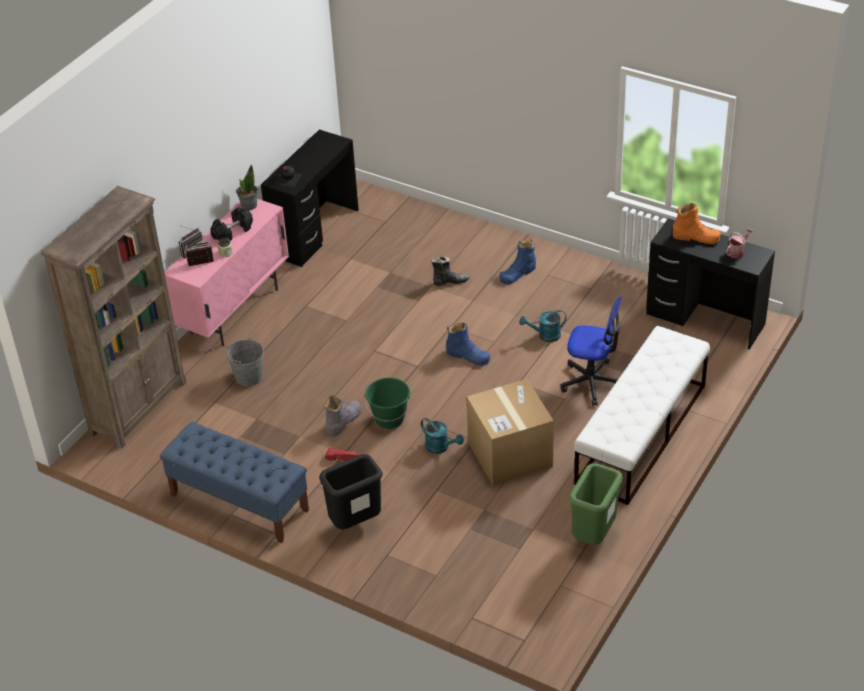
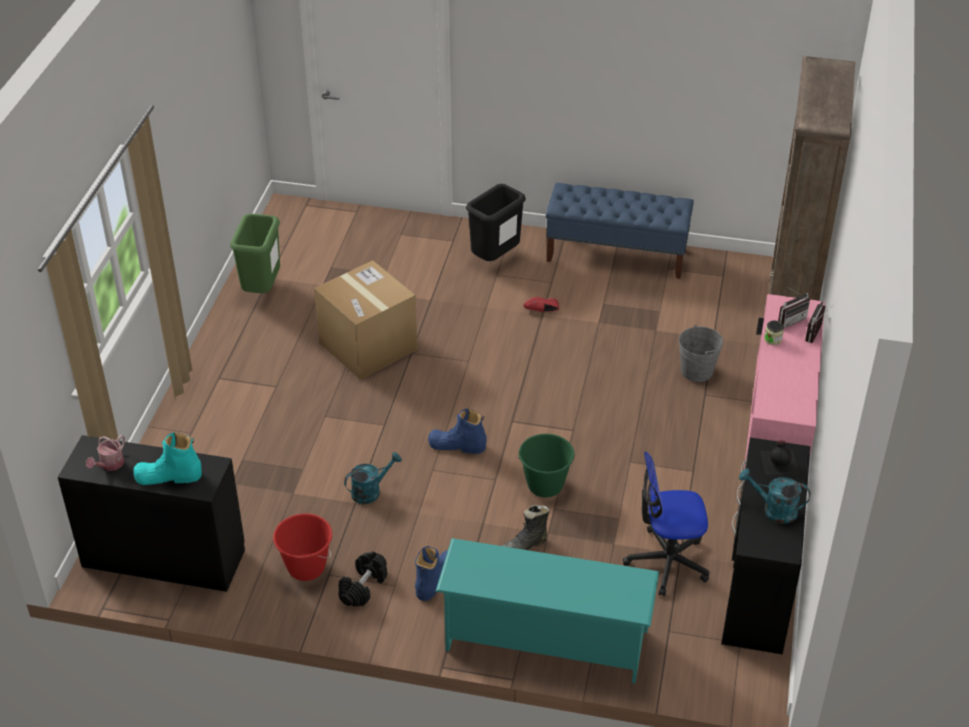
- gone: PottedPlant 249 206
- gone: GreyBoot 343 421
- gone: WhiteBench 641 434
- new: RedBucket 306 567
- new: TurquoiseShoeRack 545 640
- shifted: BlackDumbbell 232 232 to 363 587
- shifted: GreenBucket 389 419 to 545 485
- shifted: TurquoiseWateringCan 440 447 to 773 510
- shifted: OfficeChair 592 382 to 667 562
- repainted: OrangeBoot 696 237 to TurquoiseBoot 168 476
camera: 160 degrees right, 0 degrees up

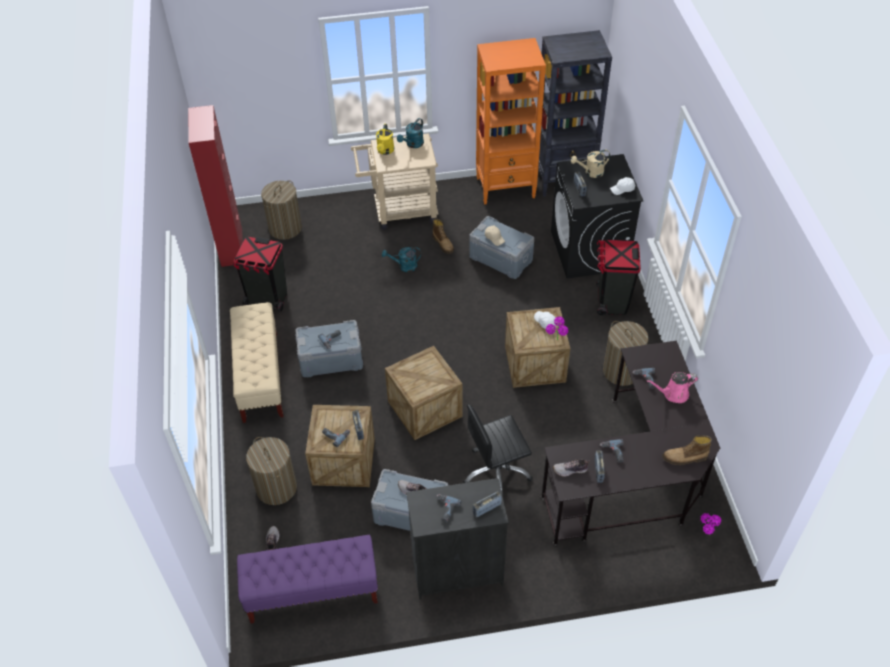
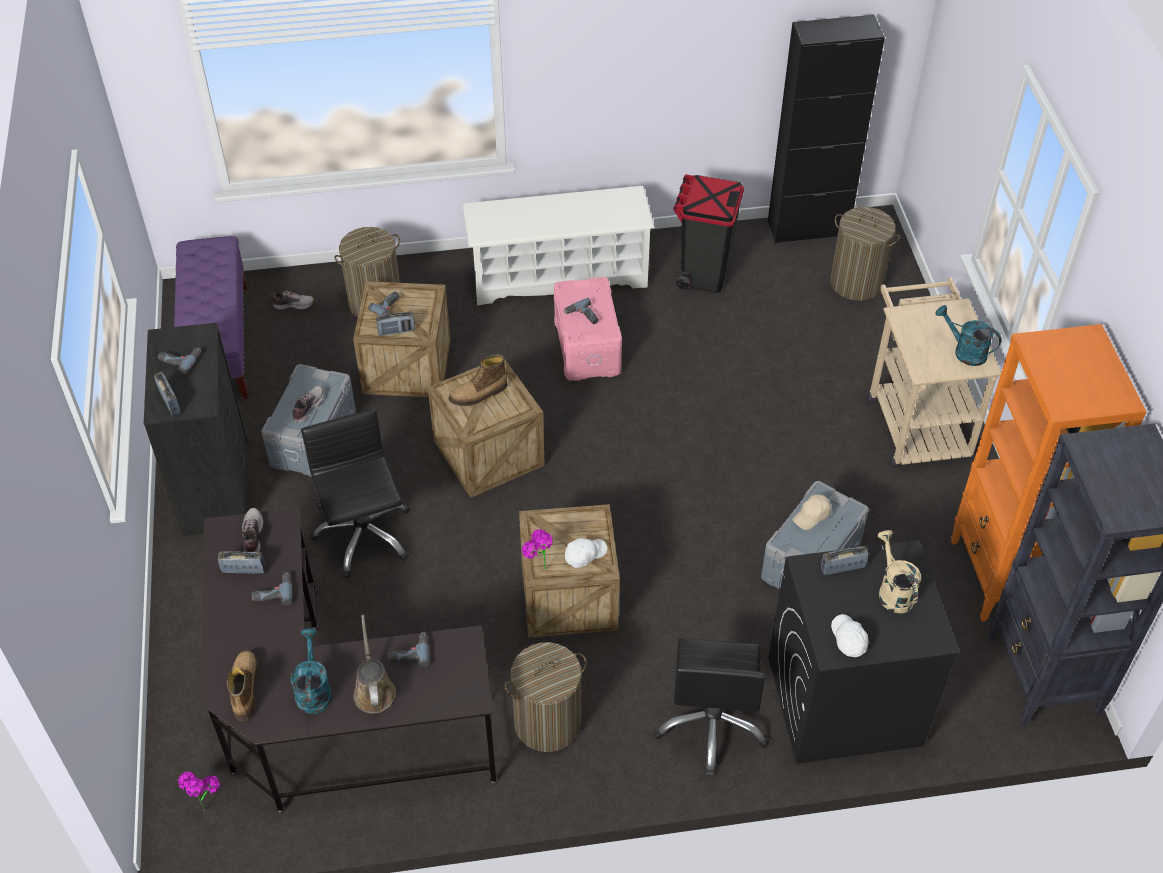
- gone: YellowWateringCan 385 151
- shifted: TurquoiseWateringCan 404 266 to 313 690
- shifted: Boot 443 244 to 479 394
- swapped: BeigeBench 260 377 to WhiteShoeRack 559 275
- swapped: BlackTrashCan 611 302 to BlackOfficeChair 712 725
- repainted: RedCabinet 231 247 to BlackCabinet 808 228
- repainted: GreyStorageBox 331 360 to PinkStorageBox 586 346
- repainted: PinkWateringCan 673 394 to BrownWateringCan 374 690
camera: 90 degrees right, 0 degrees up

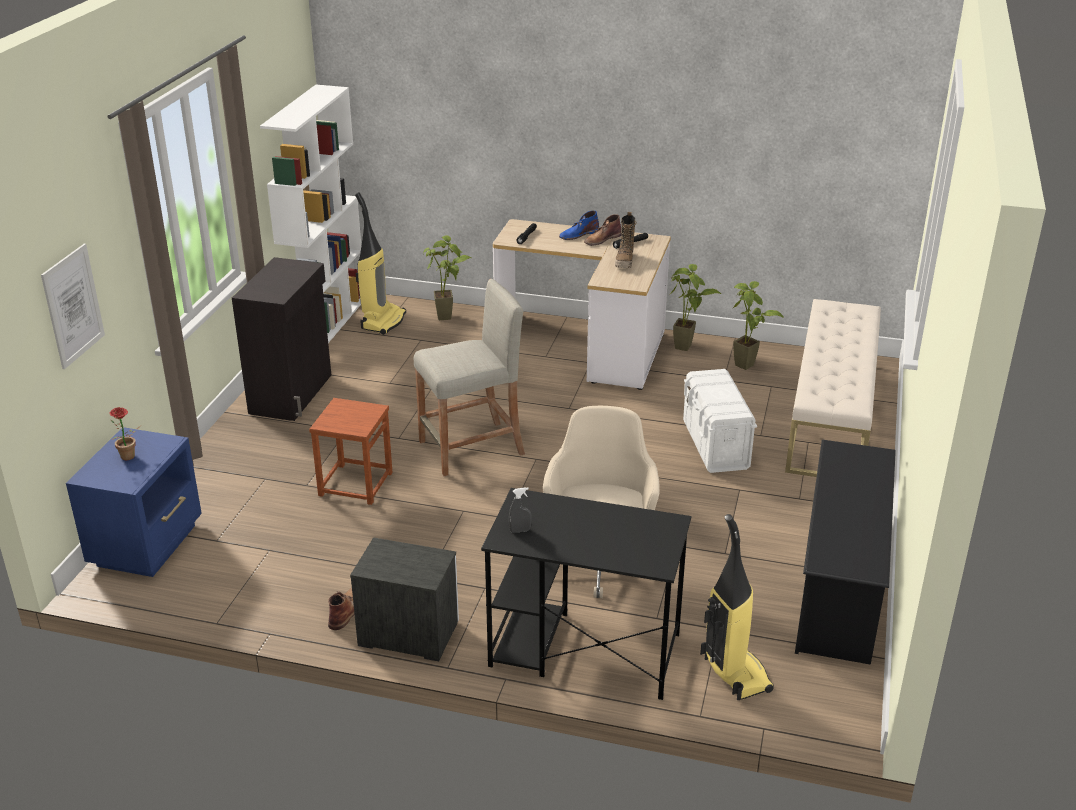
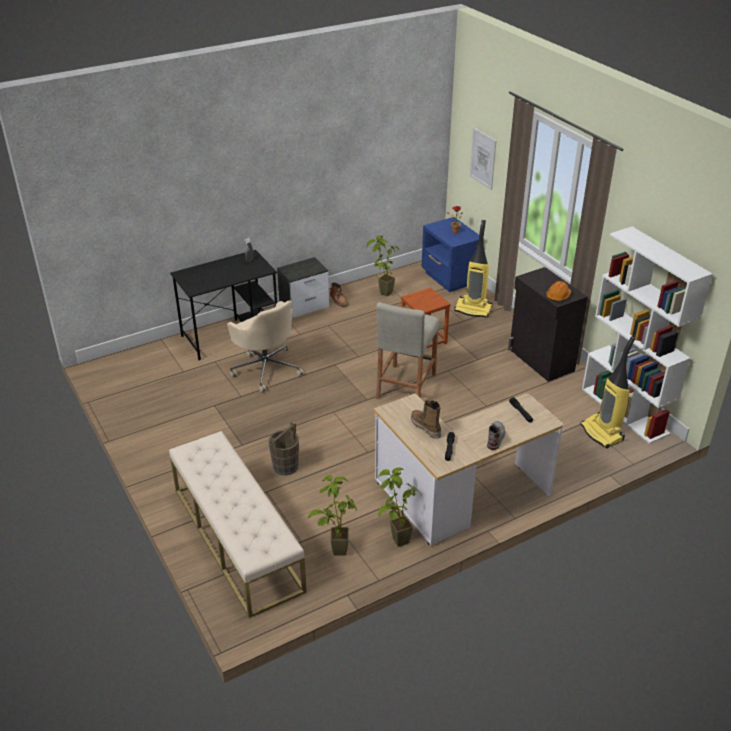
- gone: BrownBoot 602 239
- gone: BlackShoeRack 839 588
- new: OrangeHardHat 558 296
- shifted: PottedPlant 451 318 to 382 295
- shifted: VacuumCleaner 733 673 to 473 309
- swapped: WhiteStorageBox 715 445 to BrownBucket 285 466
- repainted: BlueBoot 578 234 to GreyBoot 495 436
camera: 135 degrees right, 5 degrees up

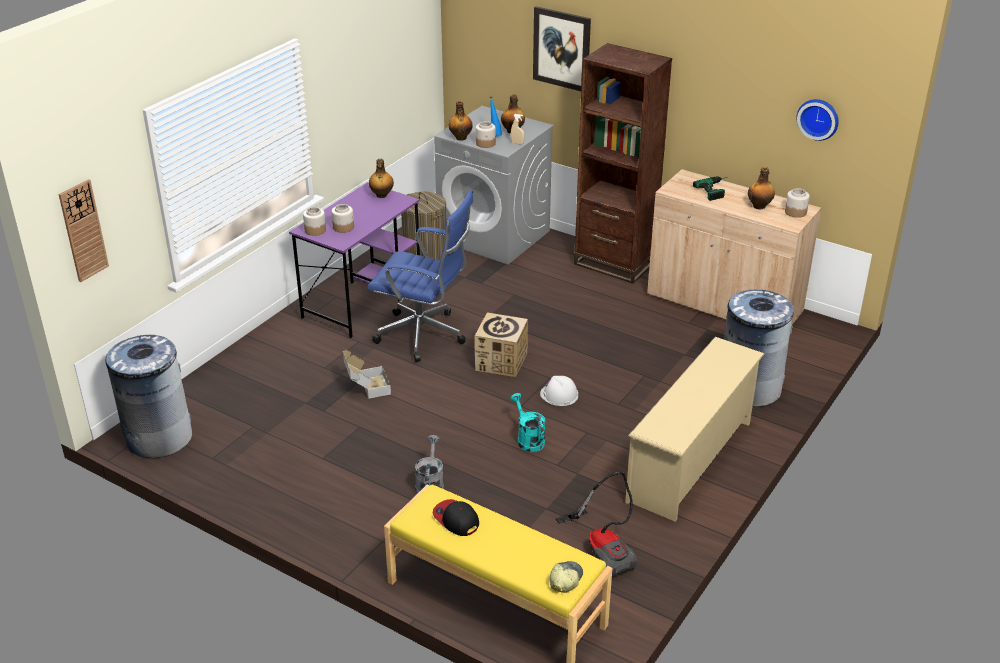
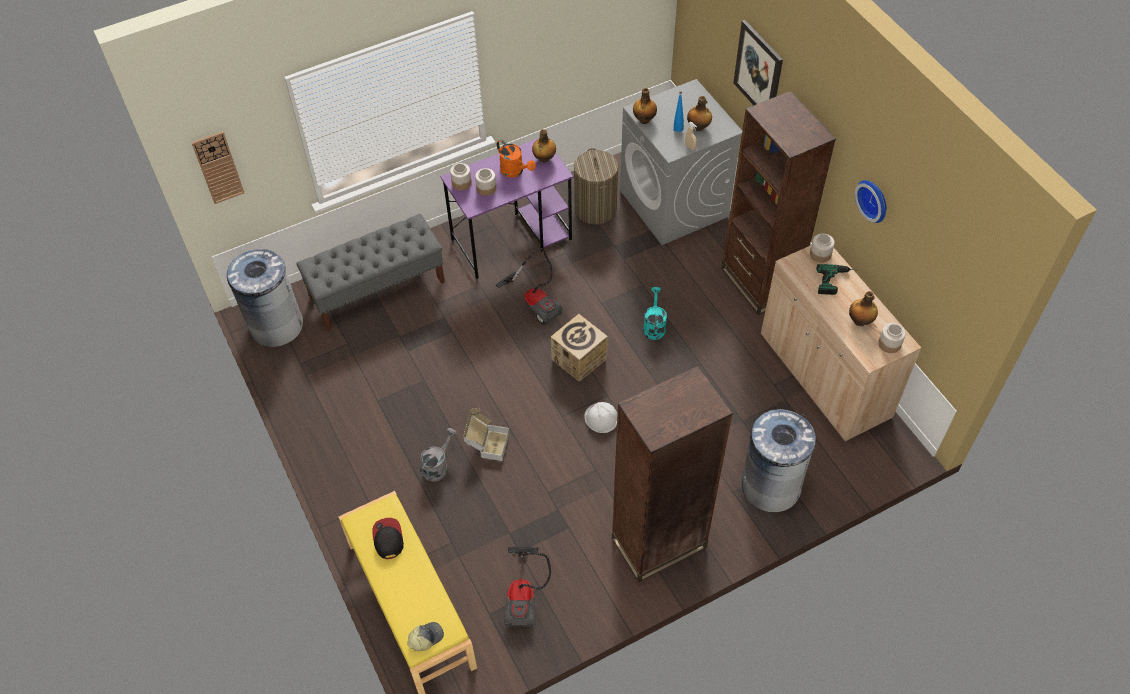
- new: GreyBench 377 290
- new: OrangeWateringCan 515 171
- shifted: CardboardBox 366 388 to 486 444
- shifted: Jar 485 143 to 820 254
- shifted: TurquoiseWateringCan 528 439 to 654 326
- shifted: WallClock 818 118 to 874 200
- swapped: BlueOfficeChair 425 336 to VacuumCleaner 536 302
- swapped: BeigeShoeRack 691 462 to BrownBookcase 658 542
camera: 30 degrees right, 20 degrees up

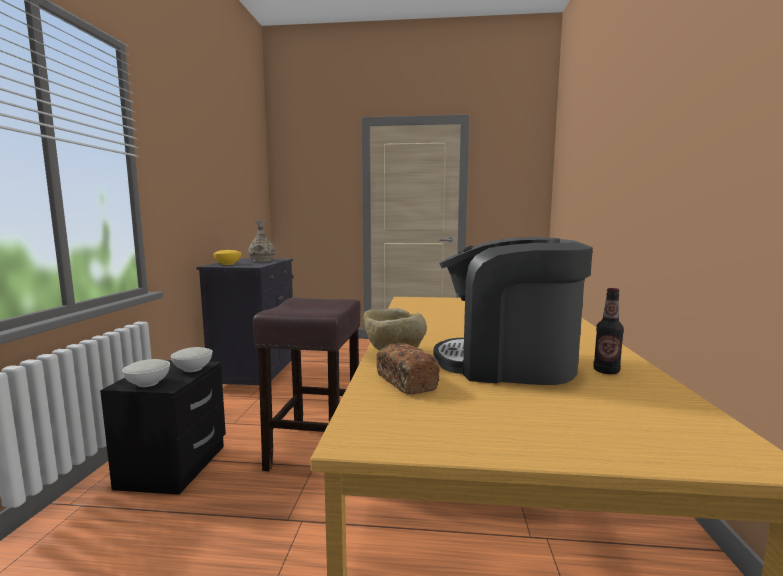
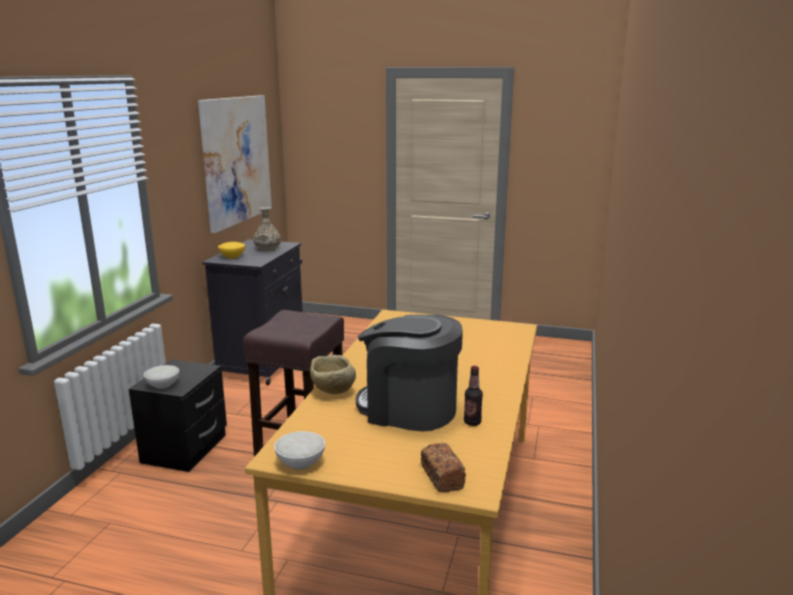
- new: Picture 236 160
- shifted: WhiteBowl 192 369 to 300 463
- shifted: Bread 405 382 to 441 477
camera: 10 degrees right, 10 degrees up

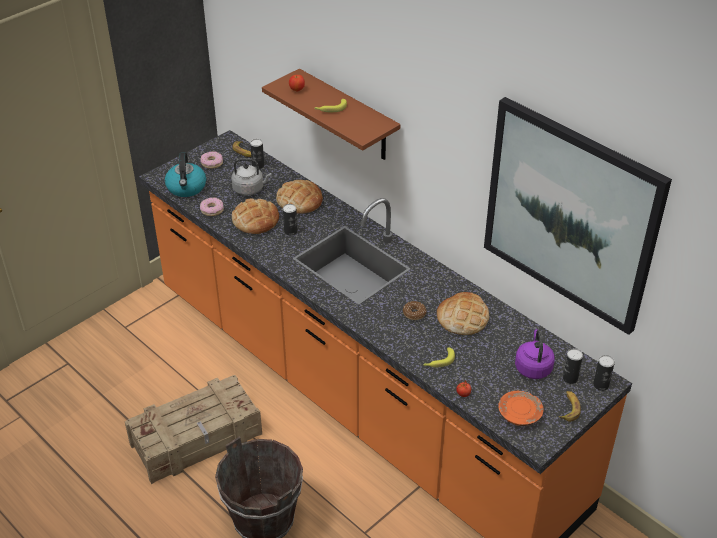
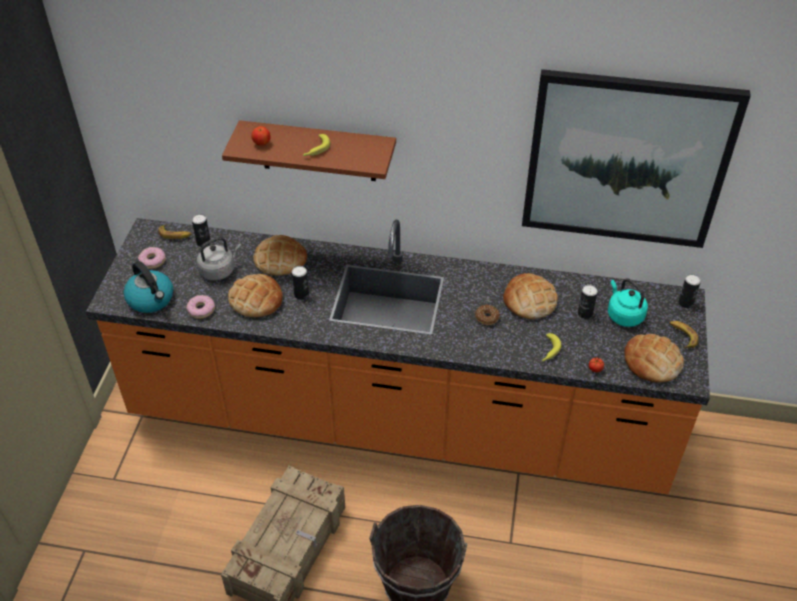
- shifted: Can 570 378 to 585 313
- swapped: OrangePlate 519 414 to Bread 652 362
- repainted: PurpleKettle 533 367 to TurquoiseKettle 623 315
camera: 35 degrees left, 5 degrees up

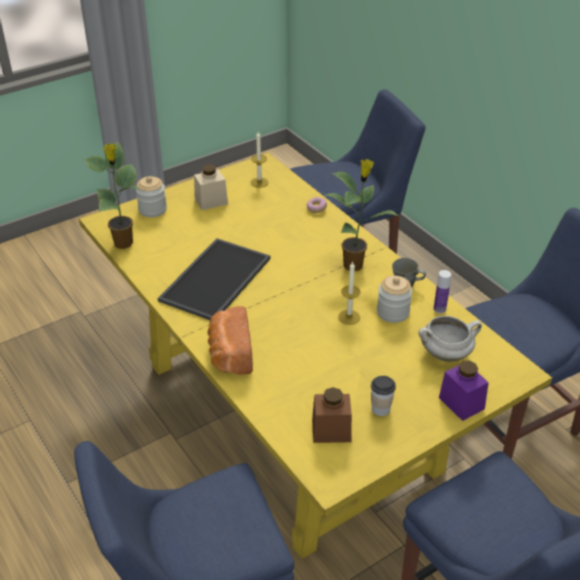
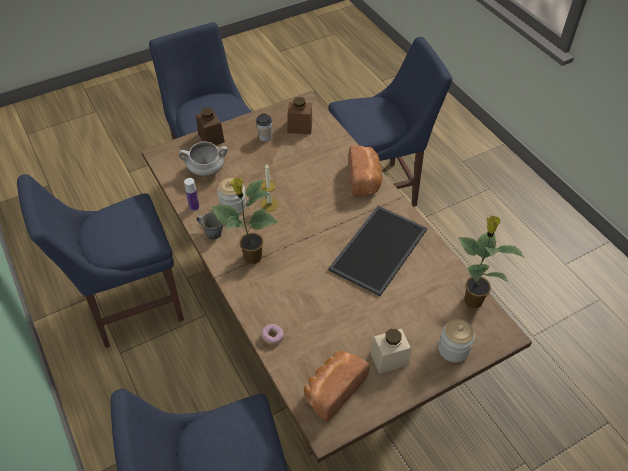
- swapped: Candle 259 182 to Bread 333 389
- repainted: YellowDiningTable 291 417 to BrownDiningTable 312 322
- repainted: PurpleJar 461 403 to BrownJar 211 137
camera: 175 degrees left, 10 degrees up

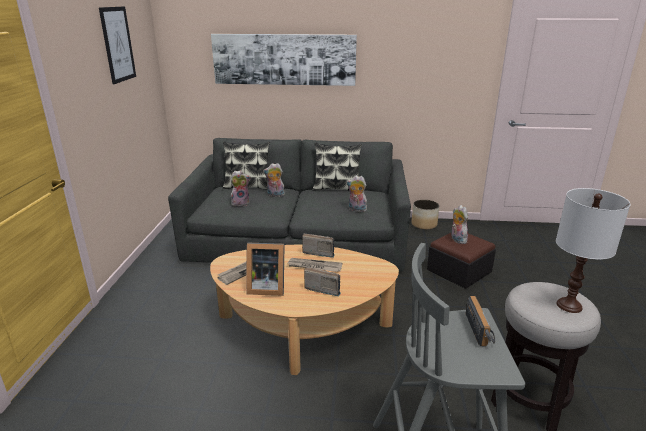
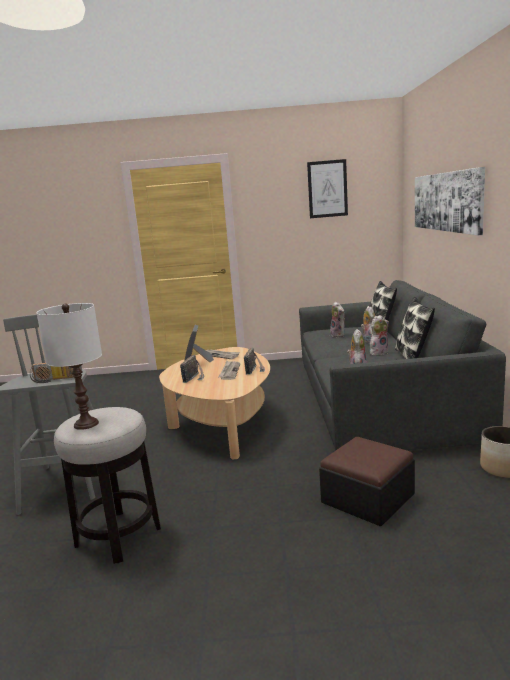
- shifted: PlushToy 457 239 to 378 353
camera: 85 degrees right, 10 degrees down

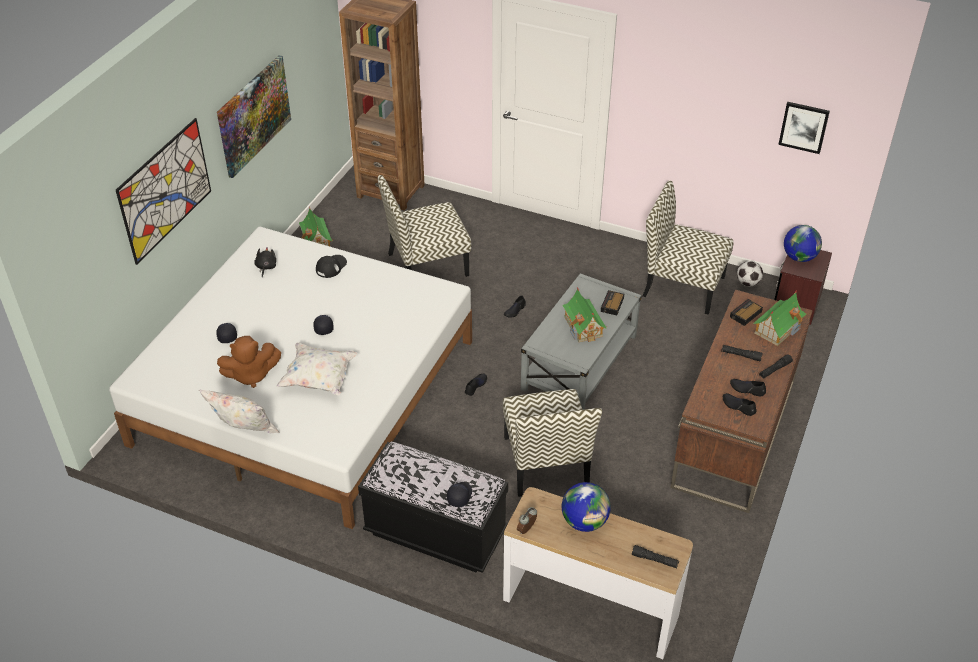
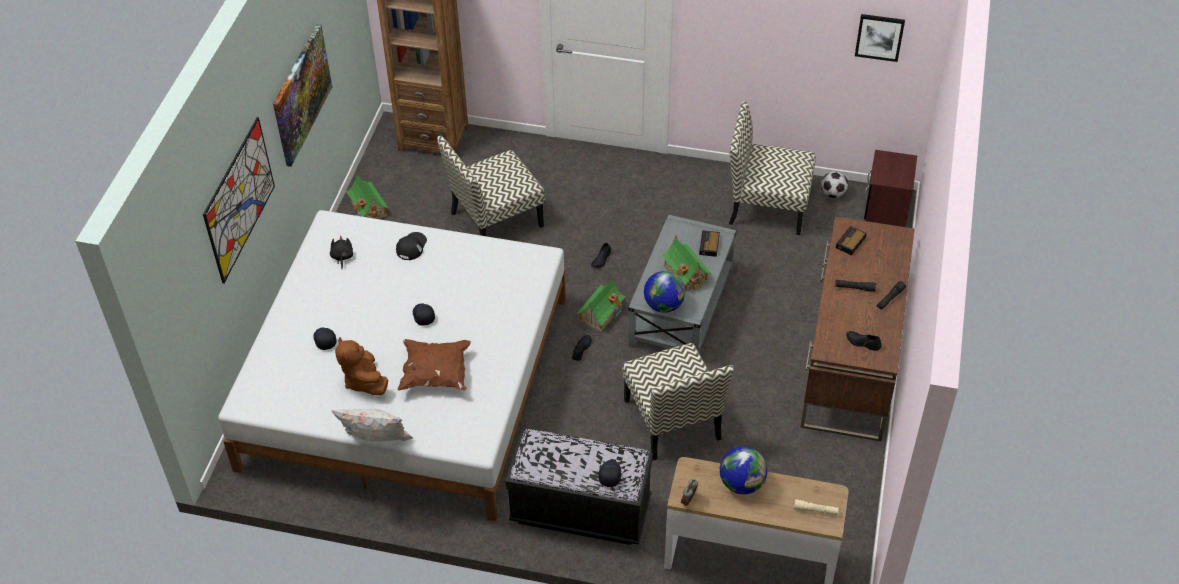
- gone: BlackShoe 747 389
- shifted: ToyHouse 777 328 to 601 313
- shifted: Globe 799 257 to 663 305
- repainted: WhitePillow 319 379 to BrownPillow 436 374
- repainted: BlackFlashlight 654 560 to BeigeFlashlight 816 510
- rotated: BrownPlushToy 251 375 = 364 380 90 degrees clockwise
camera: 10 degrees left, 5 degrees up

